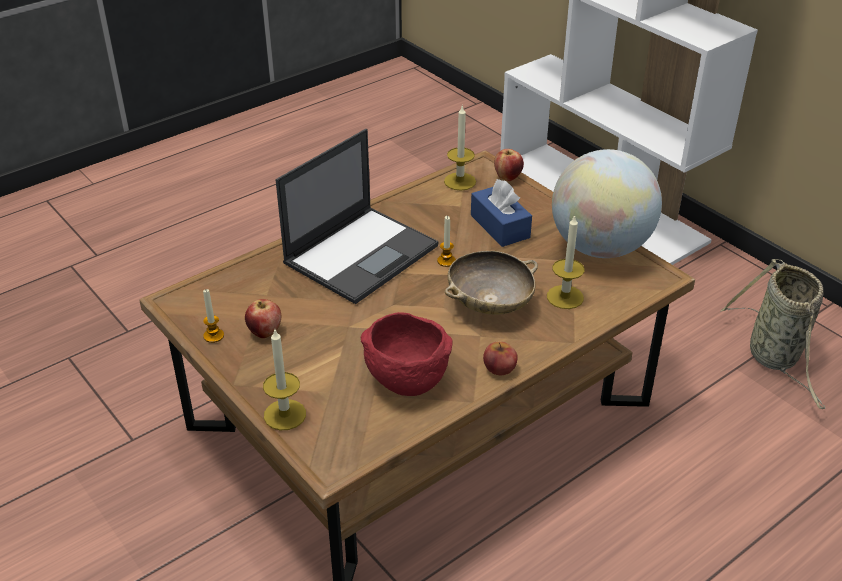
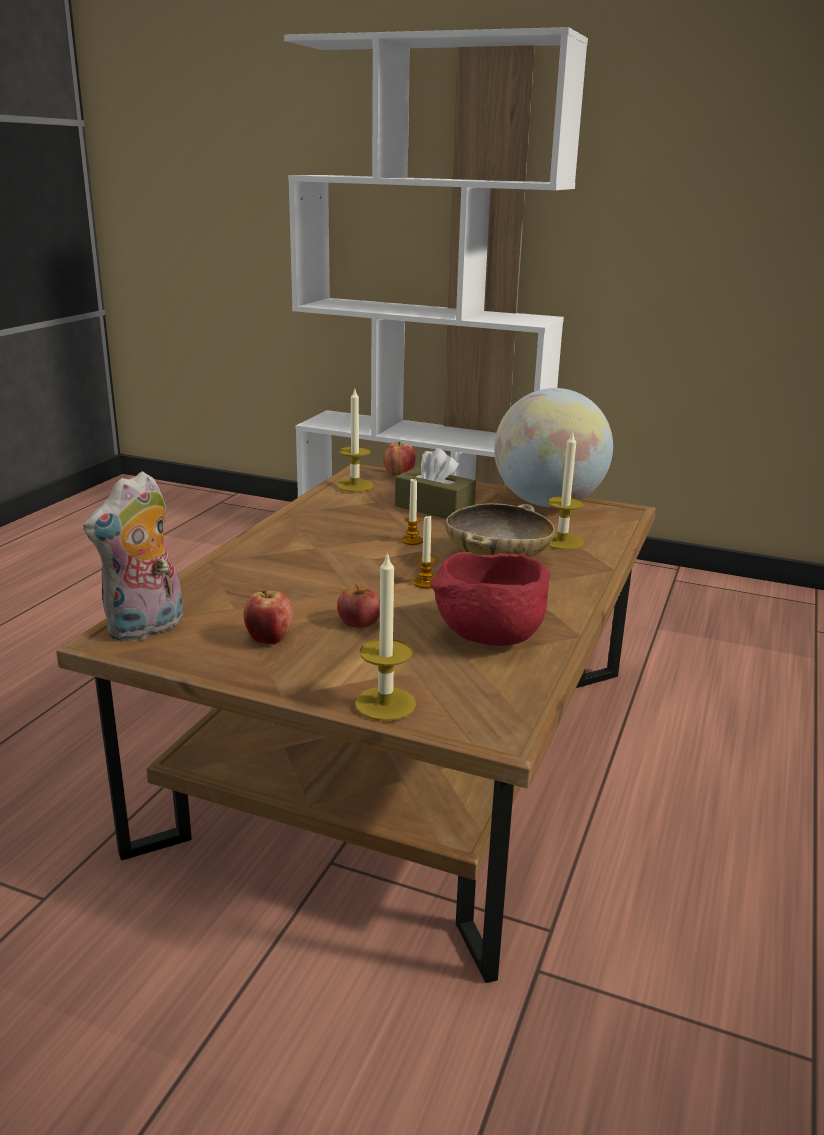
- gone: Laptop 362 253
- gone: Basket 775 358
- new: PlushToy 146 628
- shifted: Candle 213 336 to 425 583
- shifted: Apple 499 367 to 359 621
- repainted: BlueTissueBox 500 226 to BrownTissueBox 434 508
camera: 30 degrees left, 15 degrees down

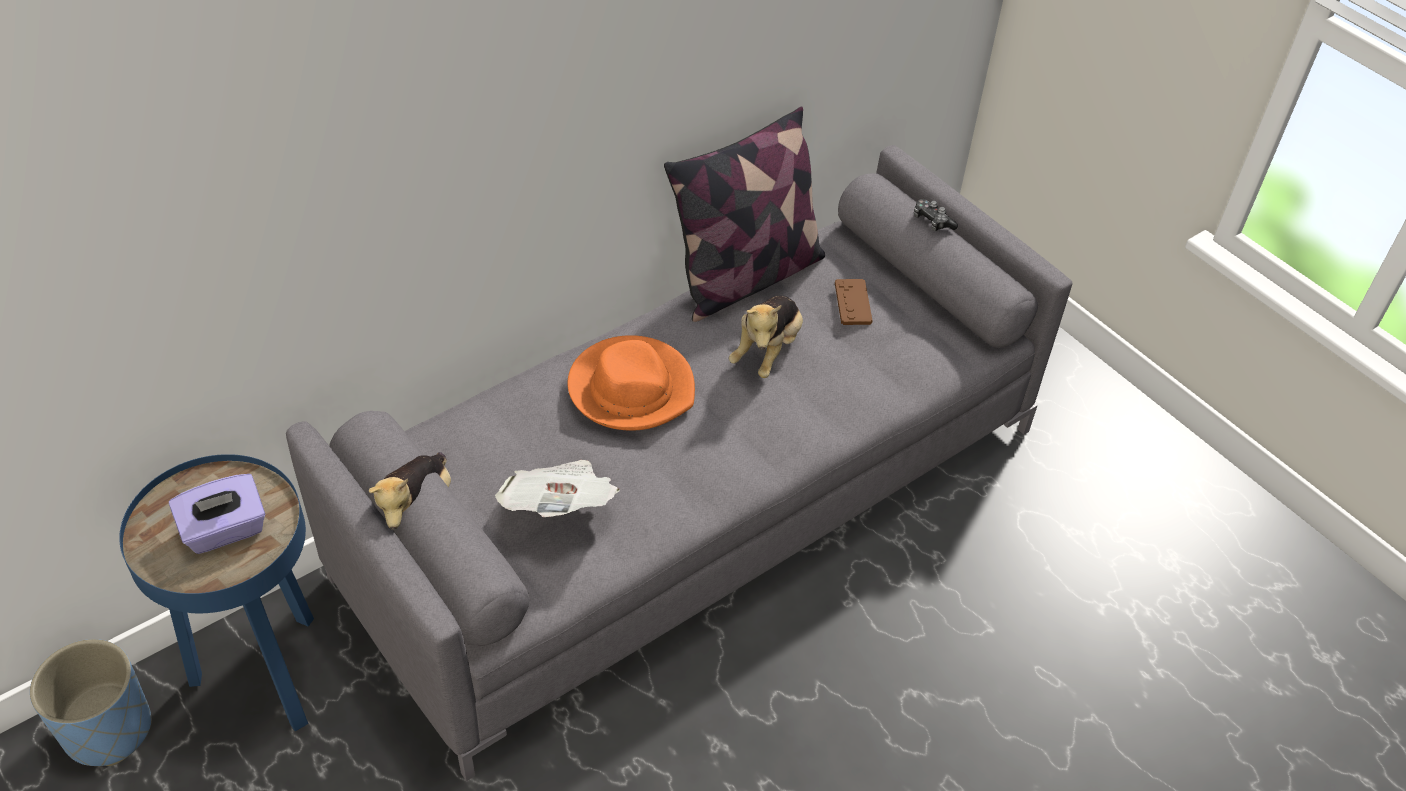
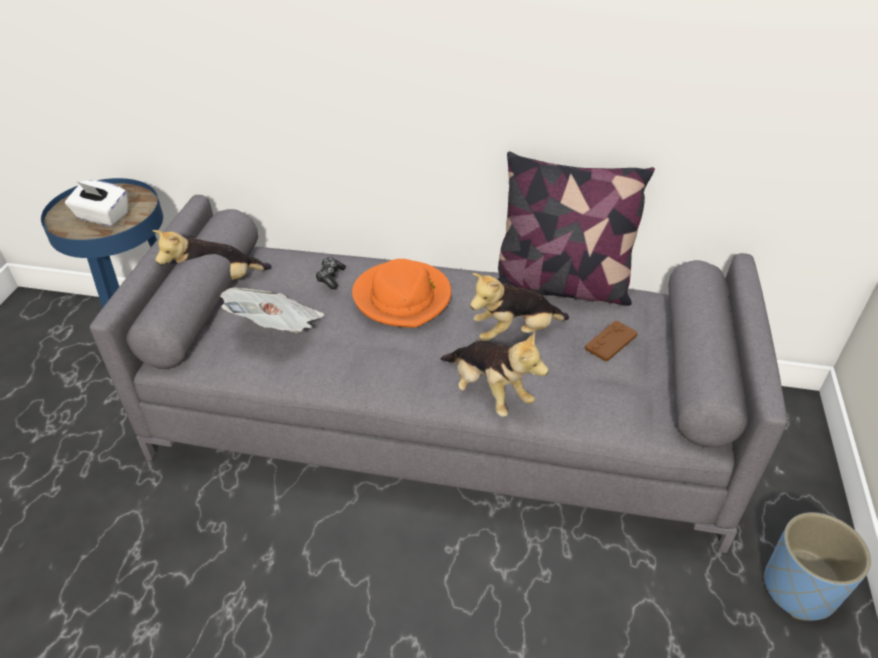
- new: PlushToy 488 392
- shifted: BluePlanter 108 729 to 799 589
- shifted: GameController 932 221 to 330 277
- repainted: PurpleTissueBox 225 531 to WhiteTissueBox 102 217
camera: 50 degrees right, 5 degrees down

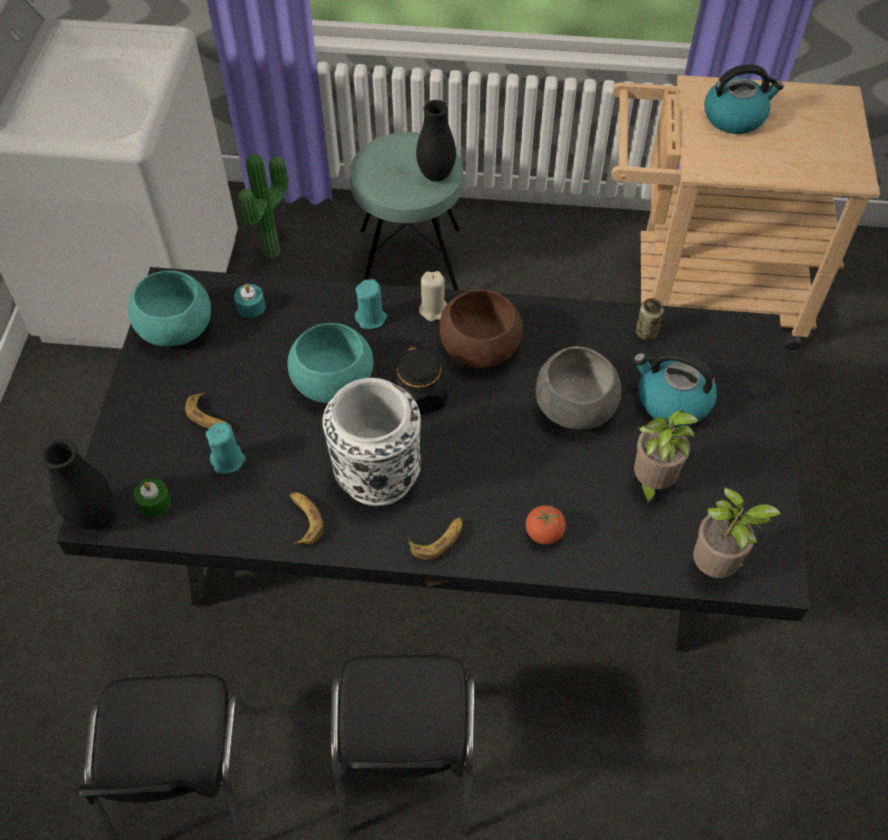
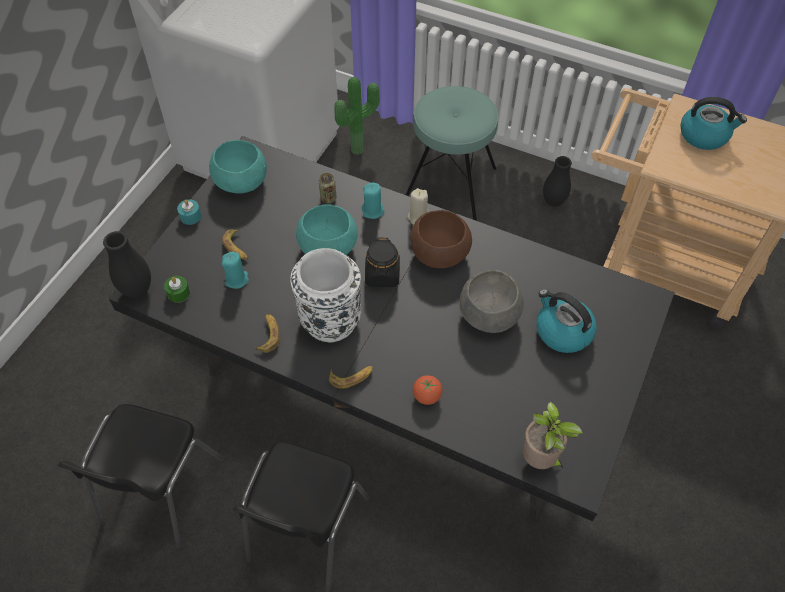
- gone: PottedPlant 651 483
- shifted: TurquoiseCandle 251 307 to 190 216
- shifted: BlackVase 436 175 to 553 202
- shifted: Can 646 332 to 328 198
camera: 20 degrees right, 0 degrees up

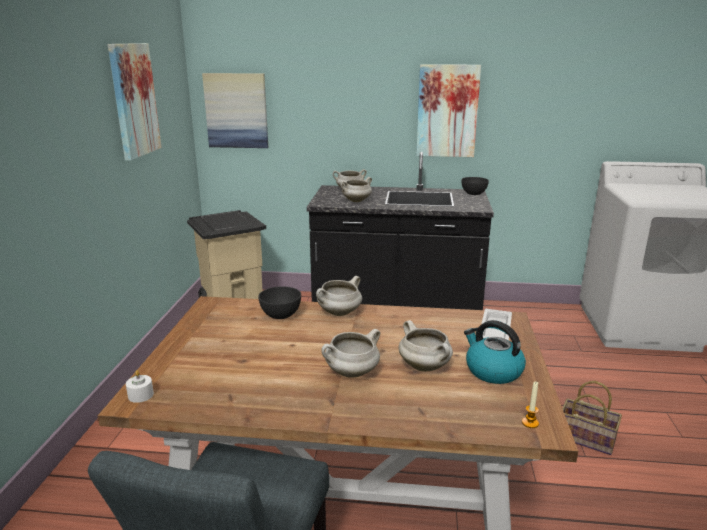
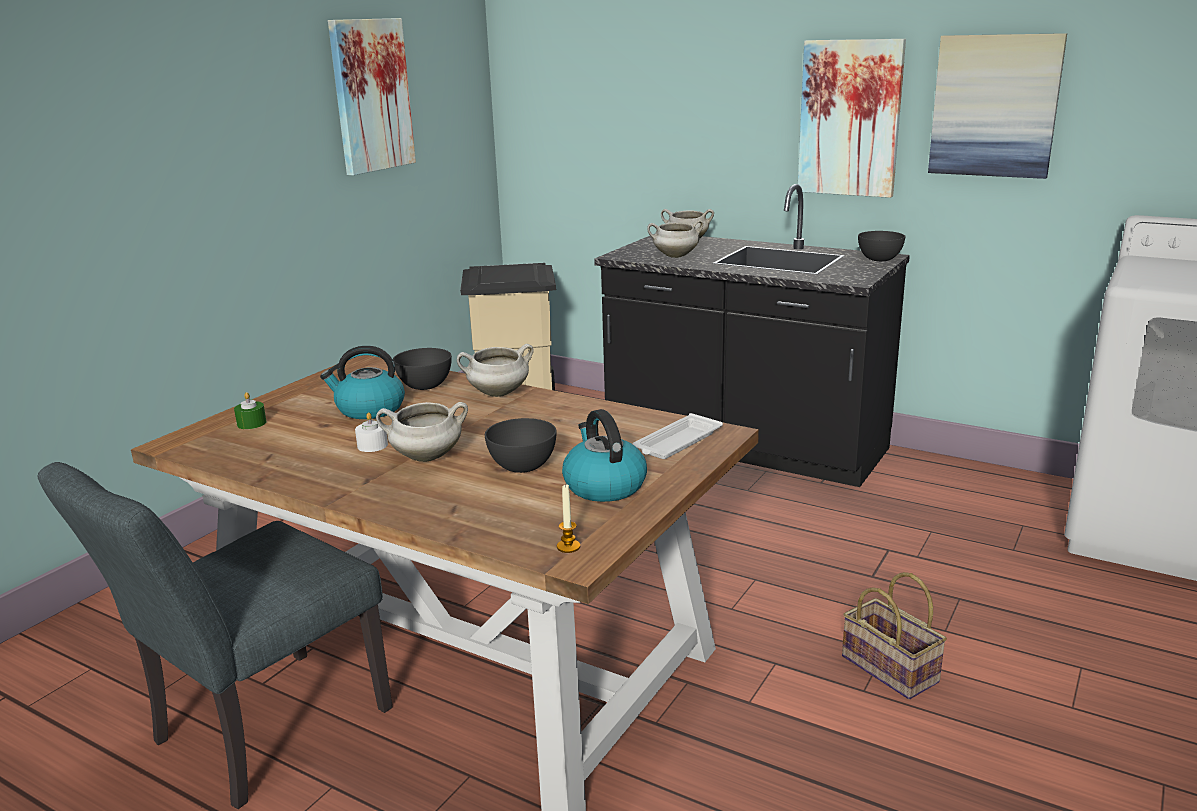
- new: GreenCandle 251 423
- new: Kettle 369 409
- shifted: WhiteCandle 141 395 to 372 445
- shifted: Picture 236 110 to 995 106
- swapped: WhiteCookingPot 425 367 to GreyBowl 523 467
camera: 25 degrees right, 0 degrees up

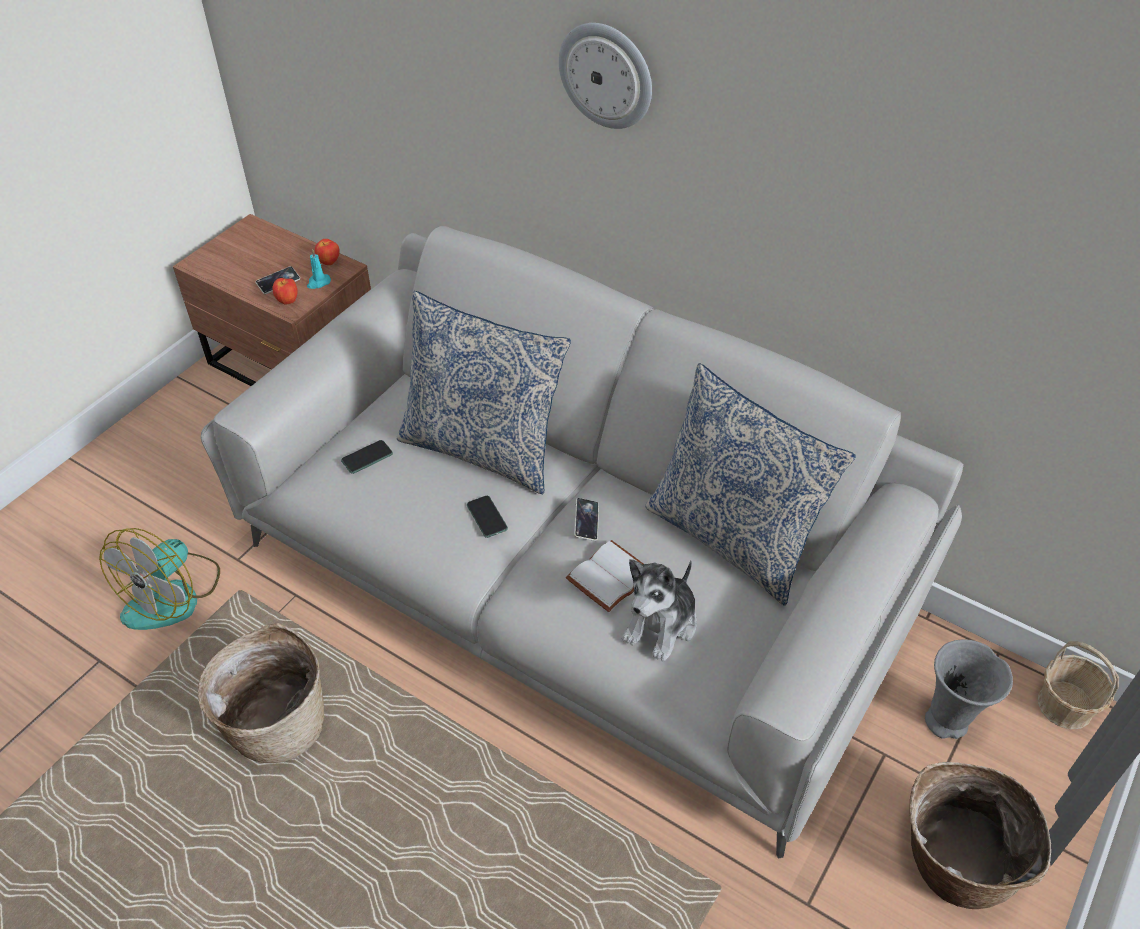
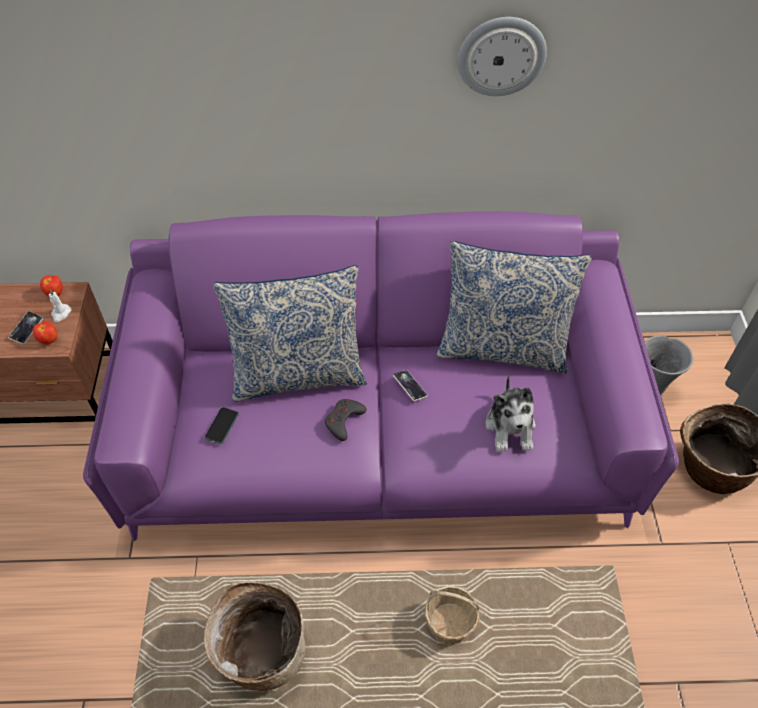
- gone: Fan 173 595
- gone: WhiteBook 610 579
- shifted: WallClock 606 75 to 501 56
- shifted: Basket 1065 706 to 450 624
- swapped: Phone 487 517 to GreyGameController 344 421
- repainted: GreySofa 572 584 to PurpleSofa 380 435
- repainted: TurquoiseCandle 318 282 to WhiteCandle 61 313
camera: 35 degrees left, 5 degrees up

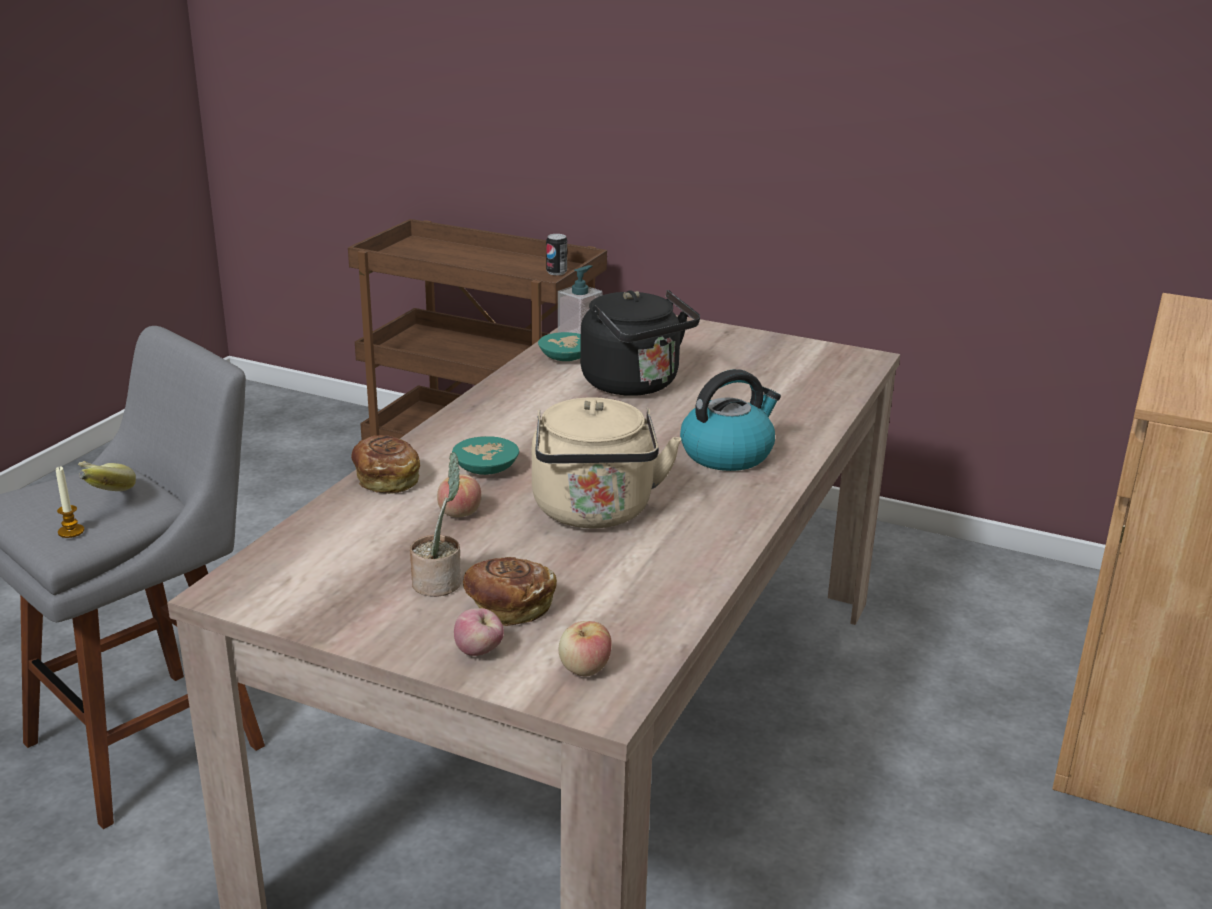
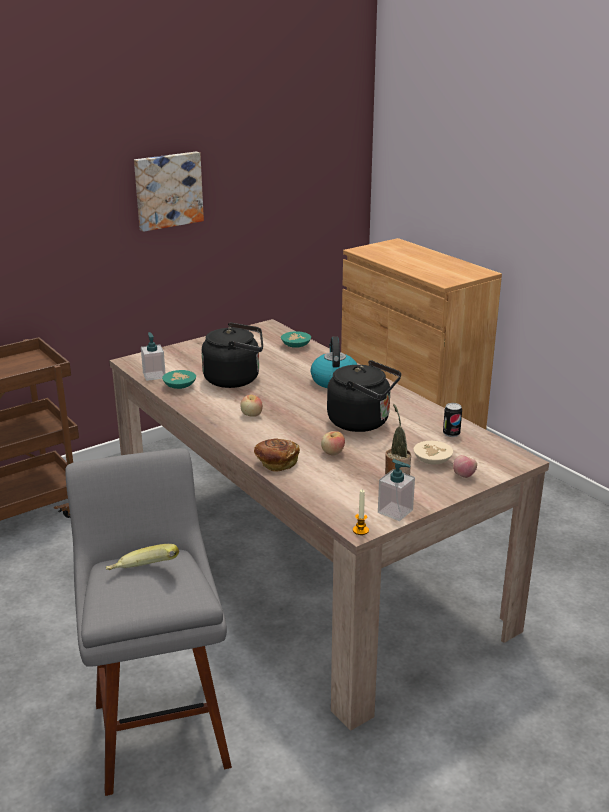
- new: Picture 167 190
- new: SoapDispenser 395 511
- shifted: Candle 71 531 to 360 530
- shifted: TurquoiseBowl 483 469 to 295 346
- shifted: Can 556 272 to 451 434
- shifted: Apple 584 669 to 251 415
- swapped: Bread 508 607 to BeigeBowl 432 461
- repainted: BeigeKettle 594 513 to BlackKettle 362 422
camera: 60 degrees left, 0 degrees up

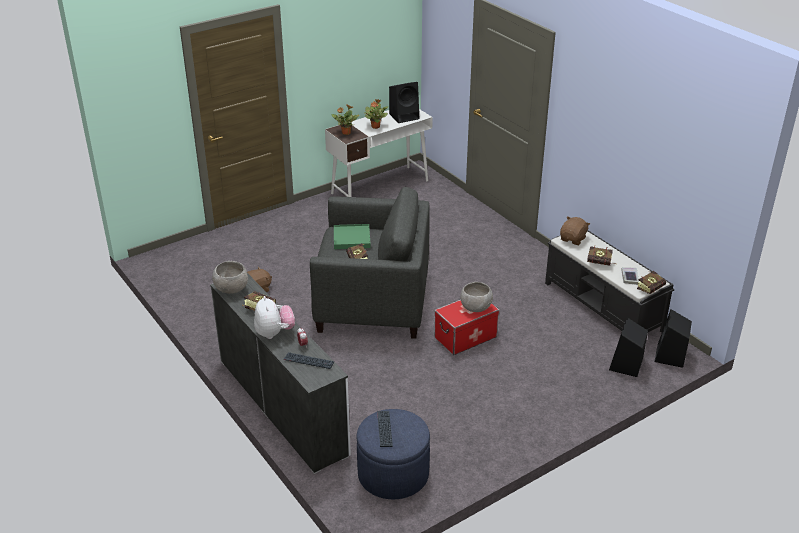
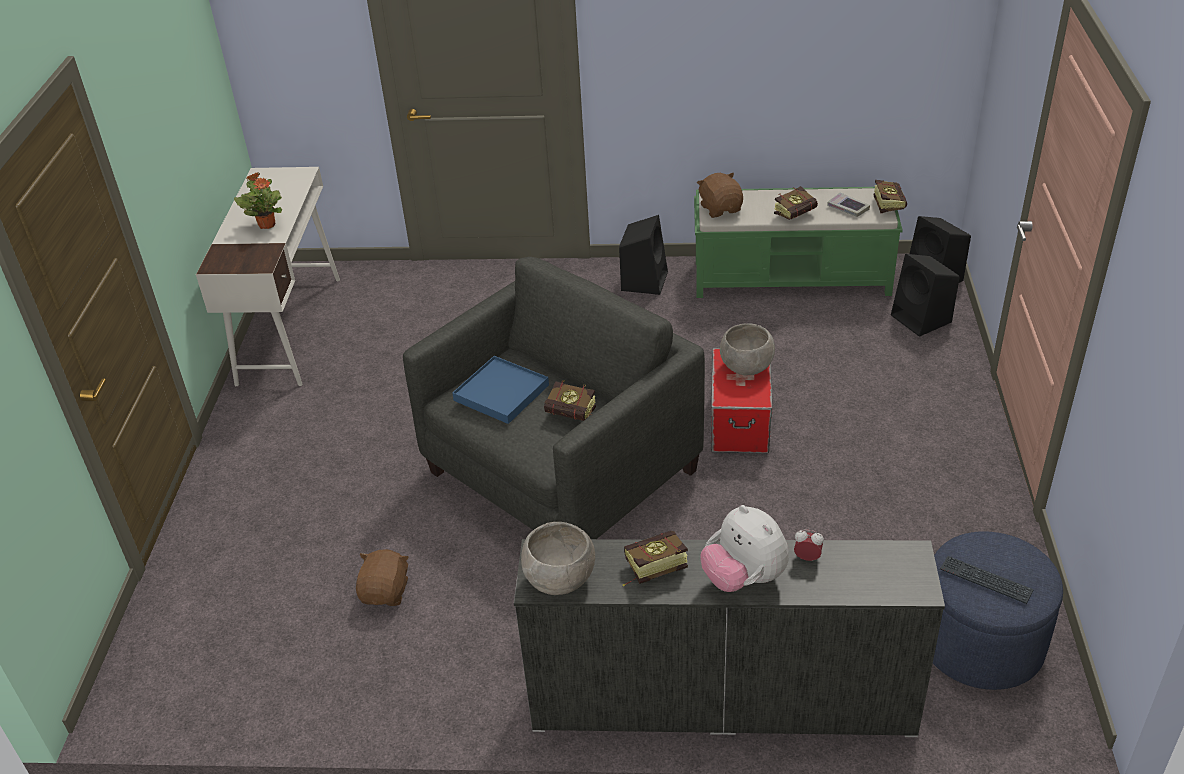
- gone: Keyboard 308 361
- gone: PottedPlant 346 133
- shifted: BlackSpeaker 404 116 to 644 280
- repainted: GreenTray 352 238 to BlueTray 501 392
- repainted: BlackBench 603 307 to GreenBench 793 278
- rotated: PlushToy 274 333 = 744 578 150 degrees counterclockwise
camera: 50 degrees left, 5 degrees up

